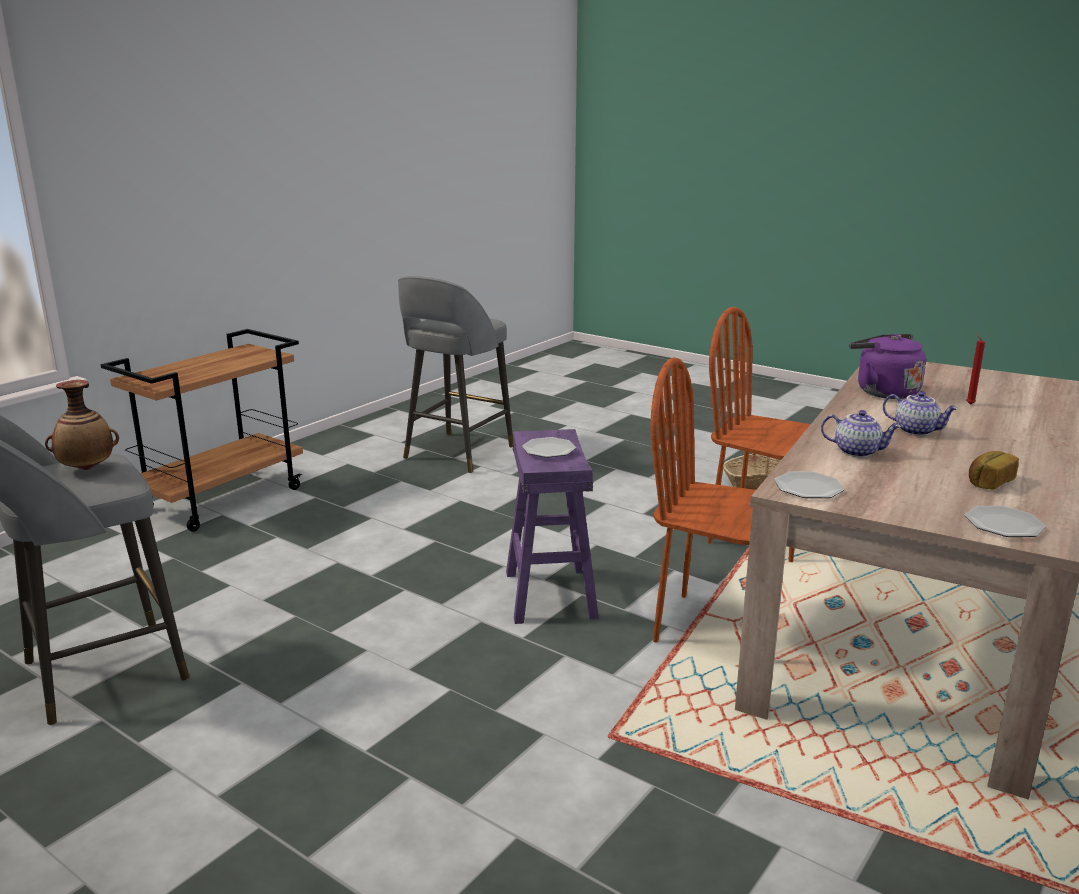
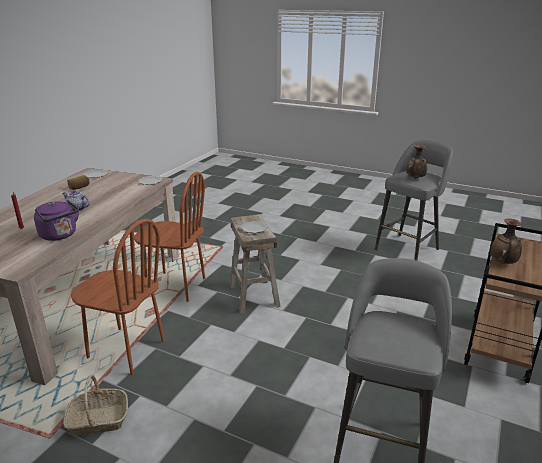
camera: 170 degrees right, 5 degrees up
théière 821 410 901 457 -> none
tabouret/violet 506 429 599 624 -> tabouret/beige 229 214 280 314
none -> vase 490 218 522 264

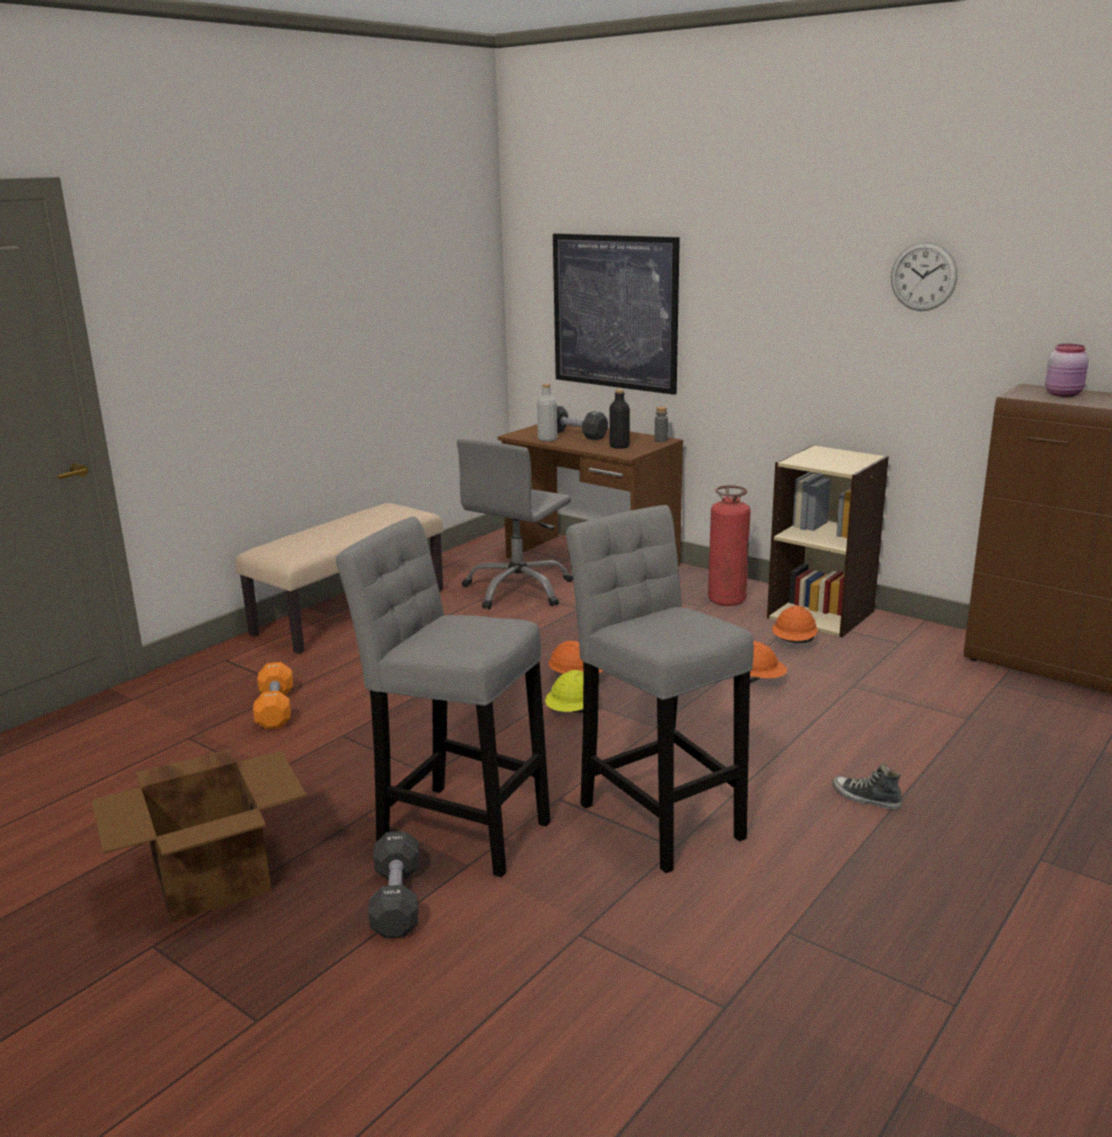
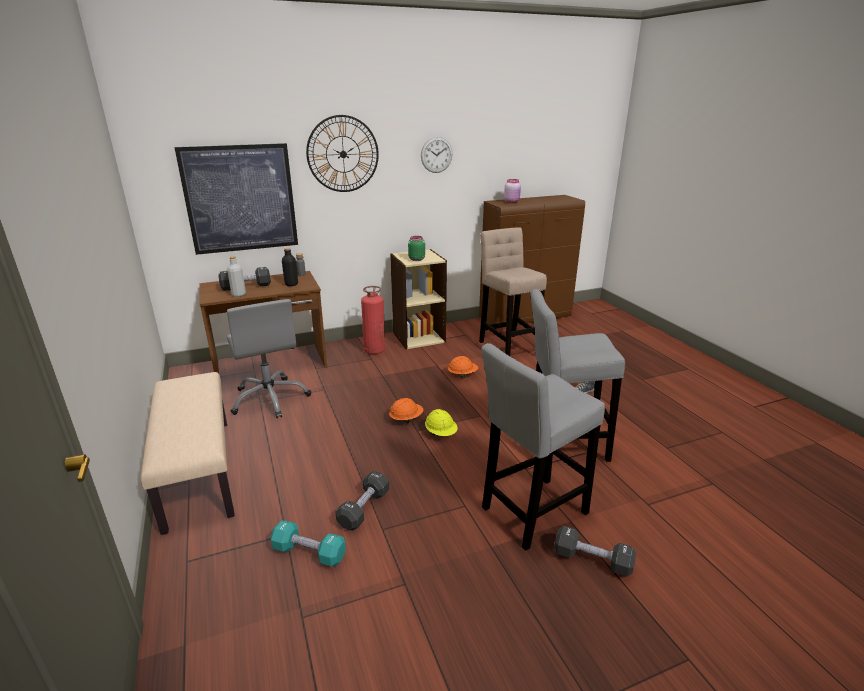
camera: 60 degrees left, 5 degrees up
casque de chantier/orange 772 606 818 643 -> none
haltère/orange 253 662 293 730 -> haltère/turquoise 271 520 346 566
carton 91 749 307 923 -> none
none -> horloge murale 306 115 379 192
none -> tabouret/beige 479 227 547 356
none -> bocal/vert 408 236 425 261
none -> haltère/noir 335 471 389 531

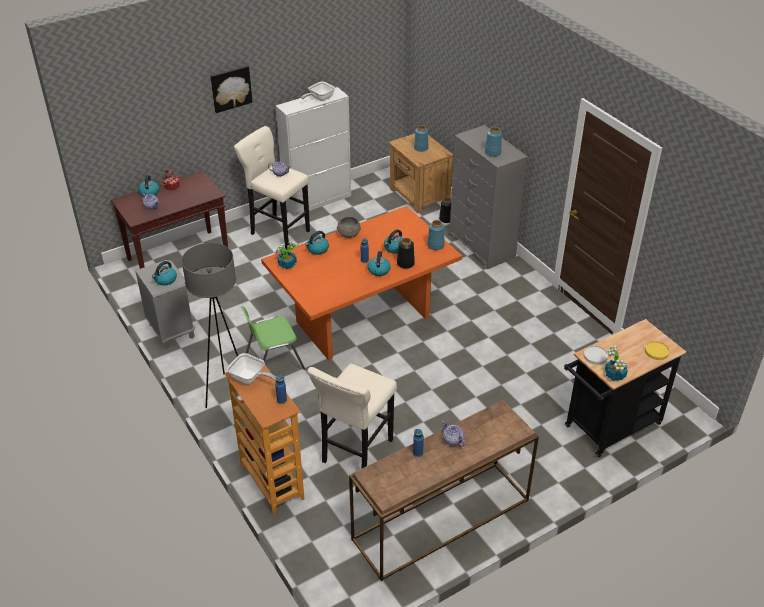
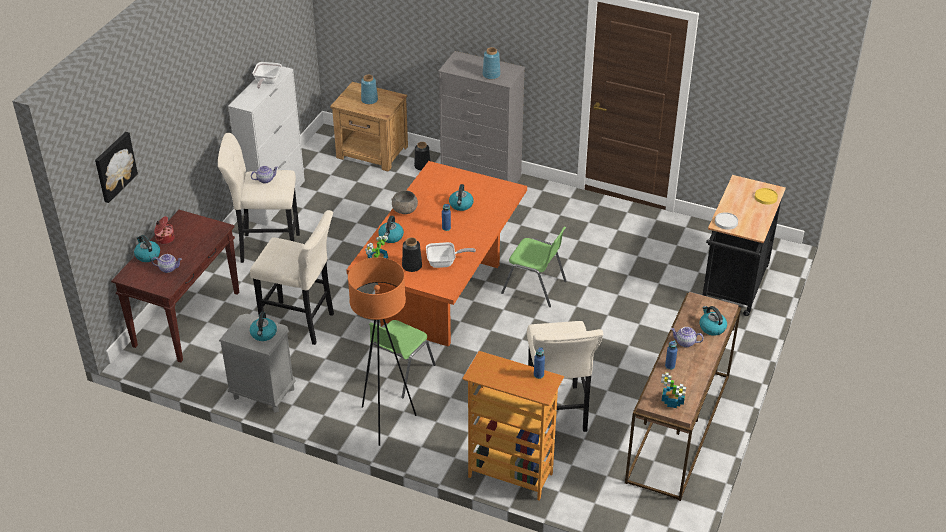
camera: 35 degrees left, 0 degrees up
tableau 210 65 253 113 -> tableau 95 132 138 203, relocated
vase/bleu 427 220 445 250 -> none
vase/noir 397 238 415 268 -> vase/noir 402 237 422 272, relocated
lampadaire/gris 181 243 238 408 -> lampadaire/orange 348 257 417 446
bouilloire 368 251 391 276 -> bouilloire 700 306 727 336, relocated
plante en pot 605 345 628 381 -> plante en pot 661 372 686 408, relocated
poêle 227 353 277 384 -> poêle 426 242 476 268, relocated
none -> tabouret/beige 250 210 334 345
none -> chaise/vert 501 226 567 307

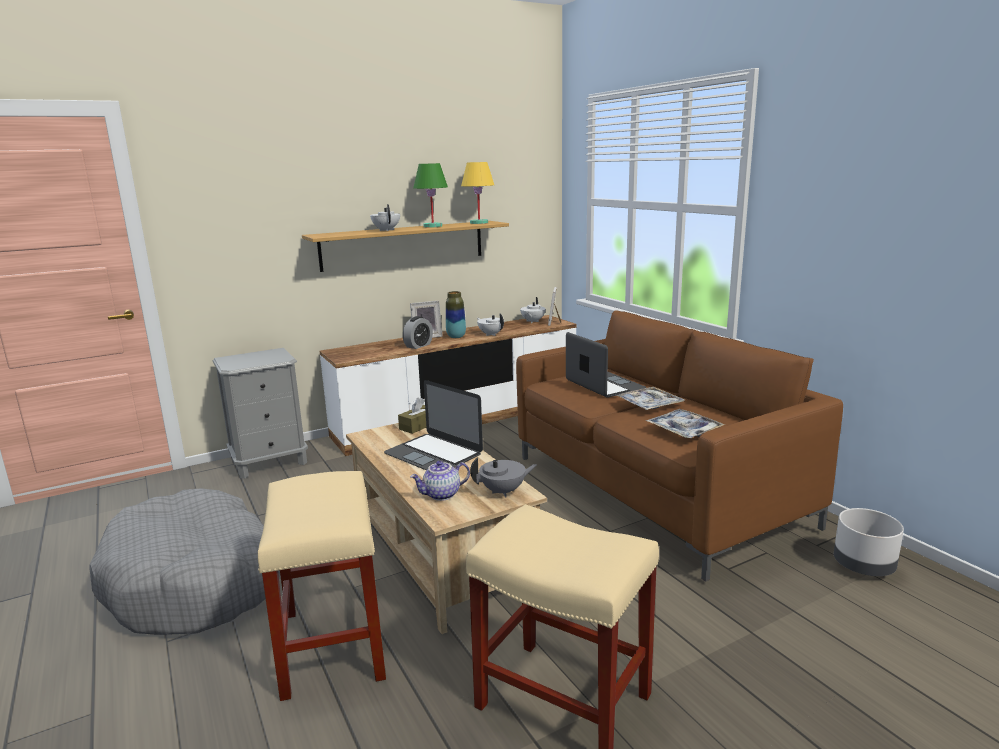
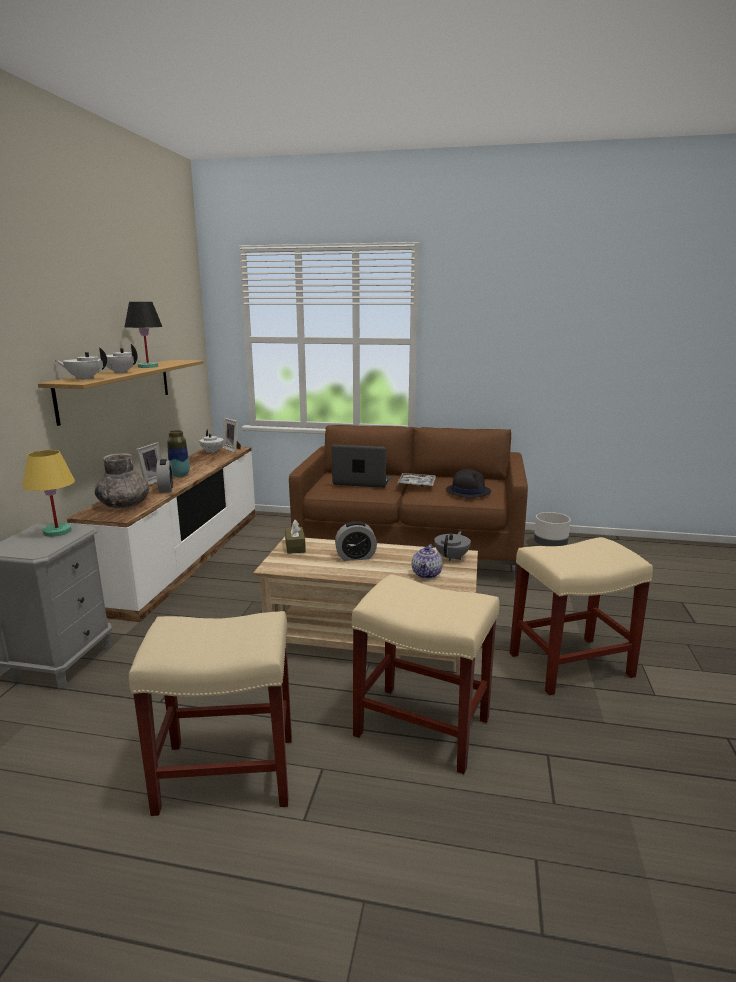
camera: 50 degrees left, 0 degrees up
lampe de table/jaune 461 162 494 224 -> lampe de table/jaune 22 450 75 537, relocated
lampe de table/vert 413 163 448 228 -> lampe de table/noir 124 302 162 368
théière/blanc 477 313 504 336 -> théière/blanc 55 347 107 380, relocated
ordinateur portable 384 380 483 470 -> réveil 335 521 377 561
plateau 646 409 725 438 -> chapeau/noir 446 469 491 499
panier pour chien/gris 89 488 280 635 -> tabouret/beige 129 611 292 816
none -> vase/gris 95 453 149 508

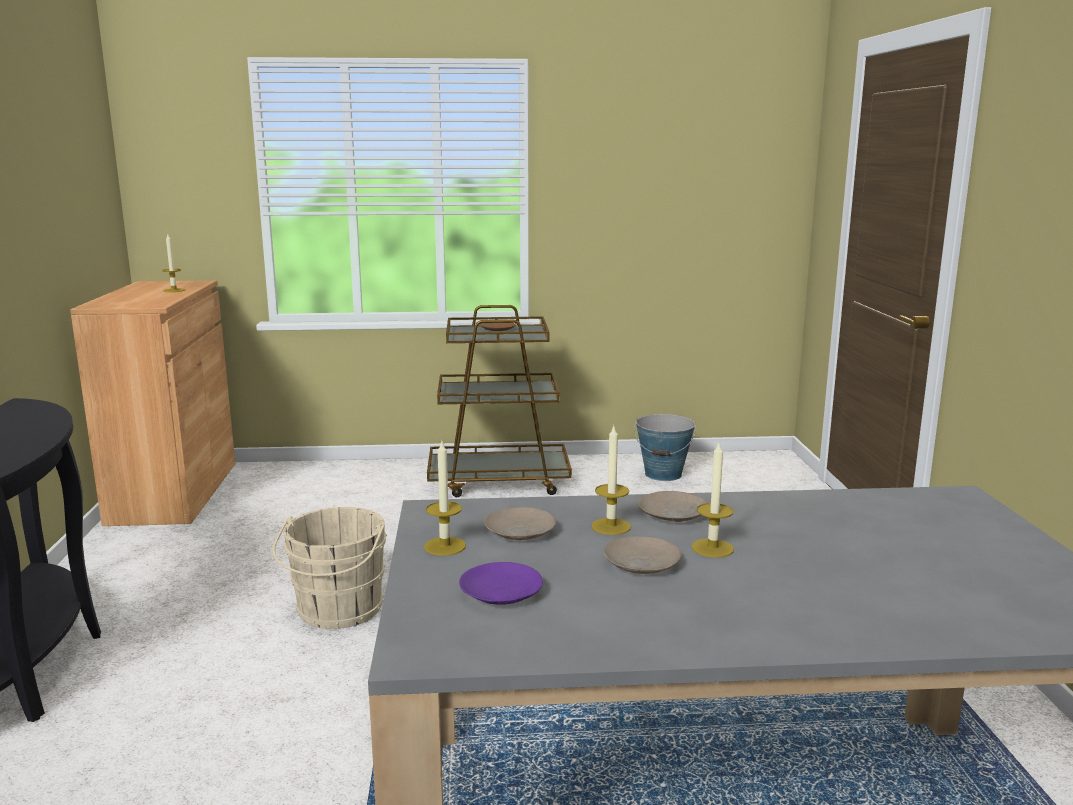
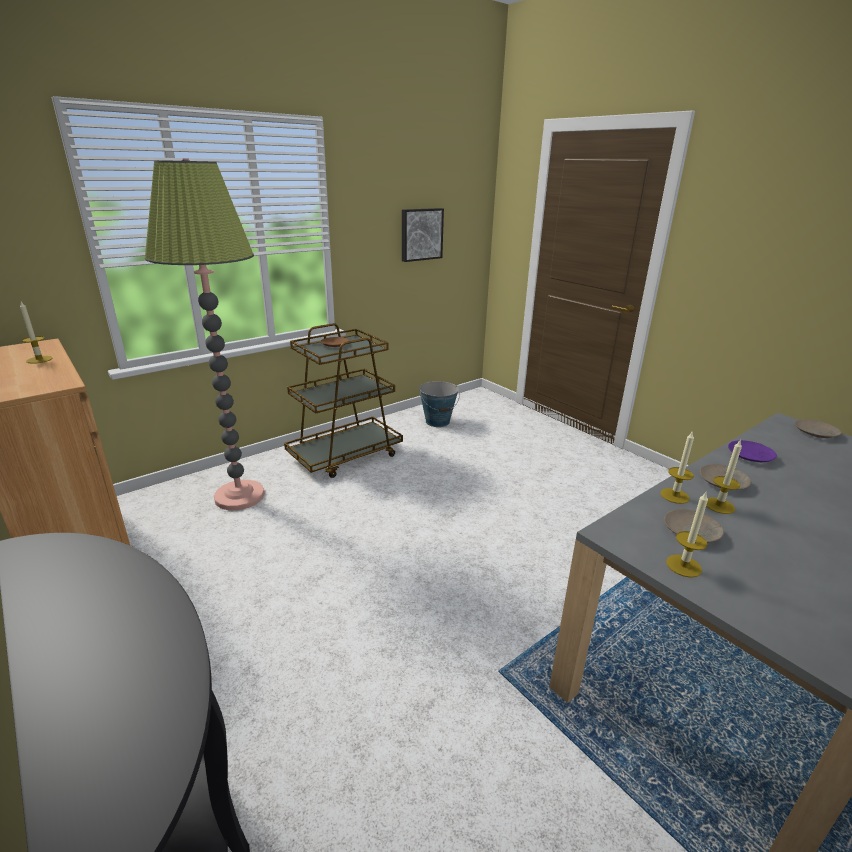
camera: 35 degrees left, 10 degrees up
bougie 691 443 734 558 -> bougie 660 432 694 504, relocated
seau/beige 272 507 387 629 -> none
assiette/beige 604 536 681 574 -> assiette/beige 794 419 842 438, relocated
assiette/violet 459 562 543 605 -> assiette/violet 728 440 777 462, relocated
none -> lampadaire 145 158 265 510
none -> tableau 402 208 444 262

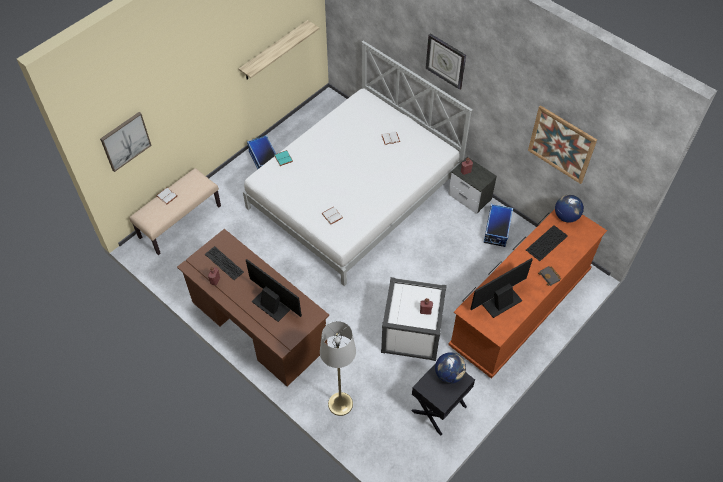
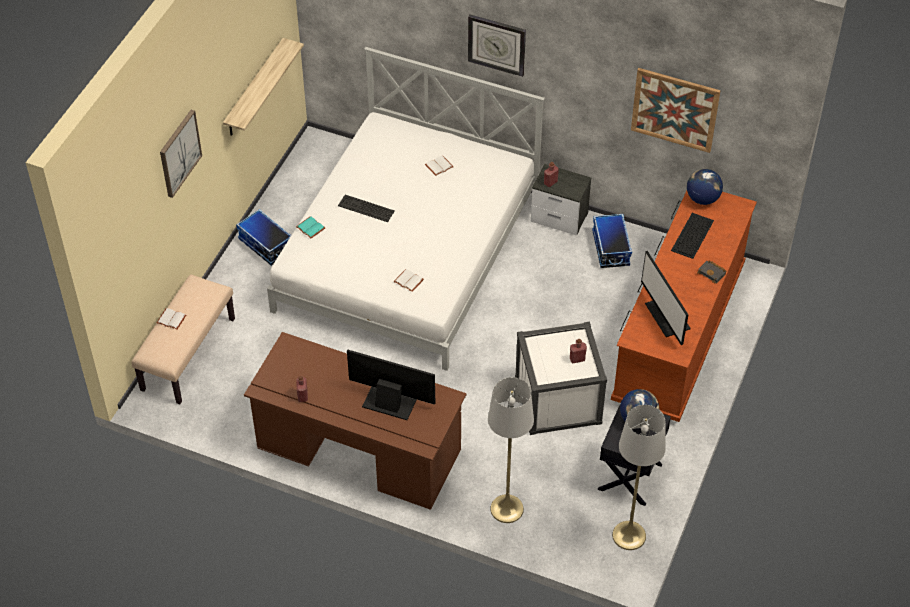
camera: 20 degrees left, 5 degrees down
tableau 100 112 152 172 -> tableau 160 110 202 198, relocated
clavier 205 246 244 280 -> clavier 338 195 395 222, relocated
écran d'ordinateur 470 258 533 318 -> écran d'ordinateur 641 251 691 345, 60 degrees counterclockwise
none -> lampadaire/gris 612 405 666 550

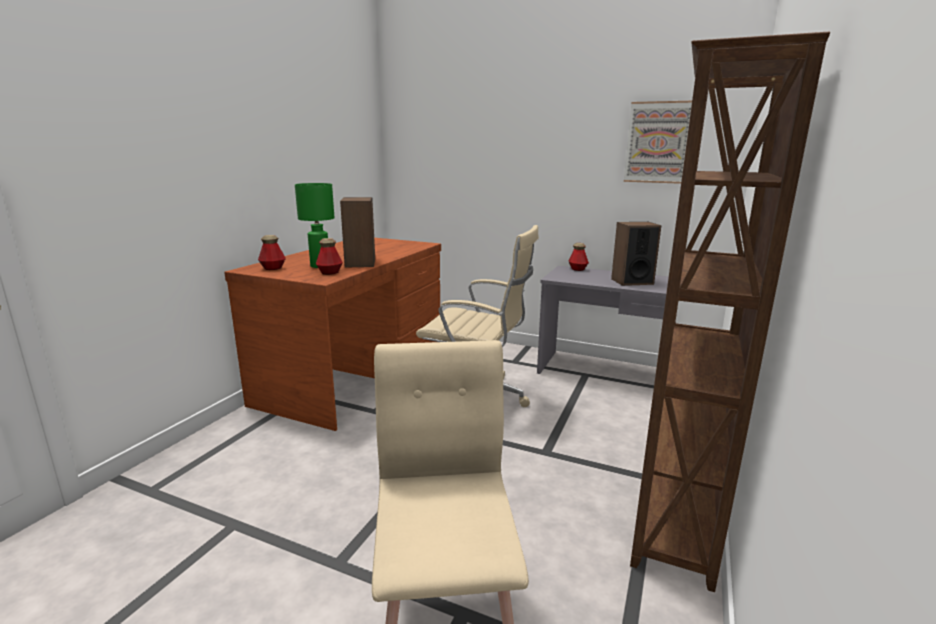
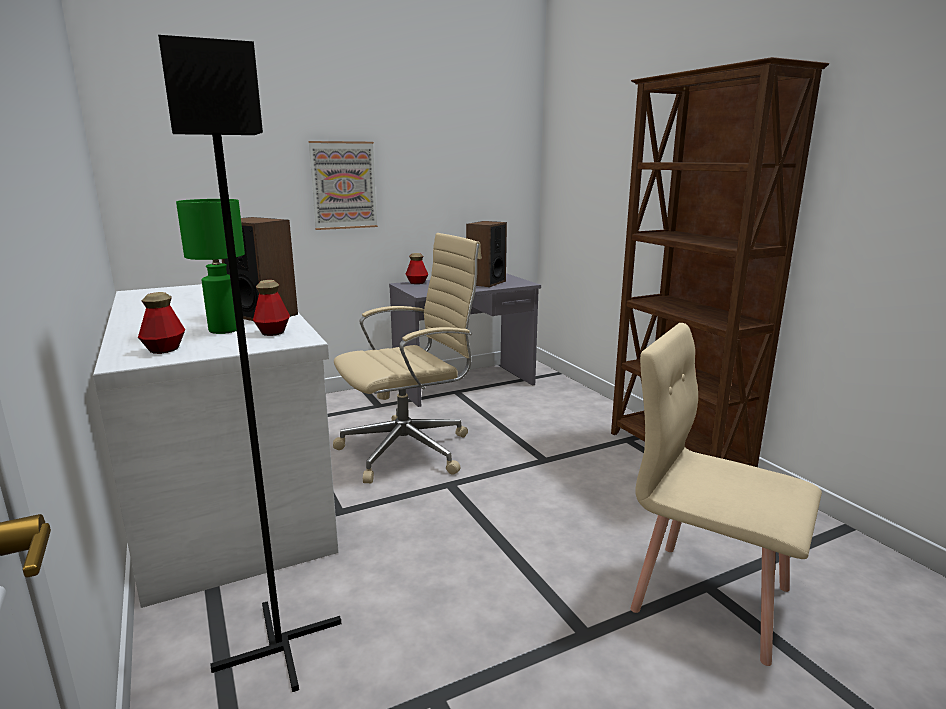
camera: 50 degrees left, 0 degrees up
tableau 624 101 692 184 -> tableau 308 141 378 230, relocated
bureau/marron 224 238 441 431 -> bureau/blanc 93 284 338 608
none -> lampadaire/noir 158 35 341 692

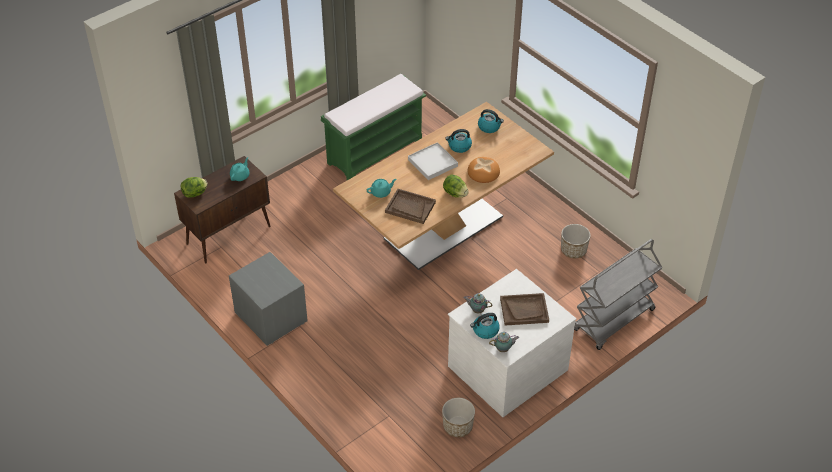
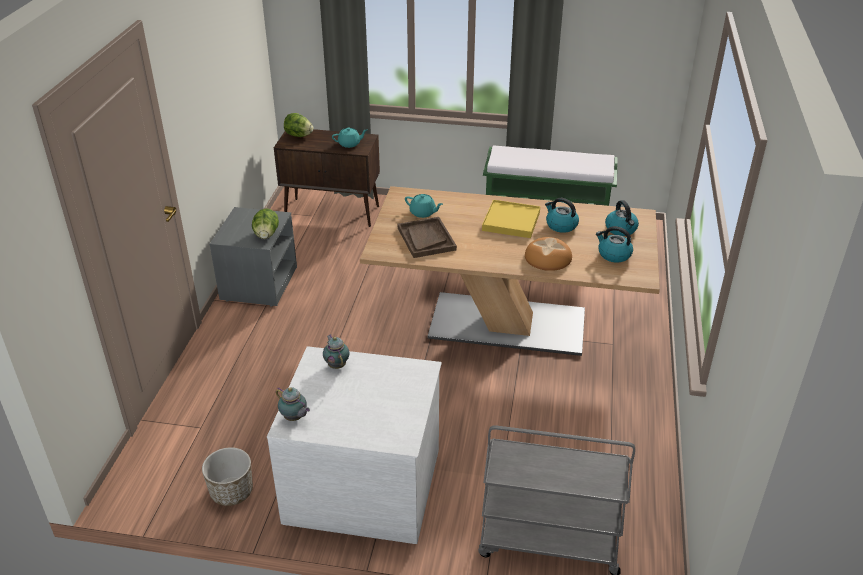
camera: 50 degrees right, 10 degrees down
plateau/blanc 408 142 458 180 -> plateau/jaune 482 200 540 238
laitue 443 175 469 198 -> laitue 252 208 279 239, relocated
cache-pot 561 224 591 258 -> none
plateau/marron 500 293 549 326 -> none
bouilloire 470 313 500 339 -> bouilloire 596 226 633 263, relocated

